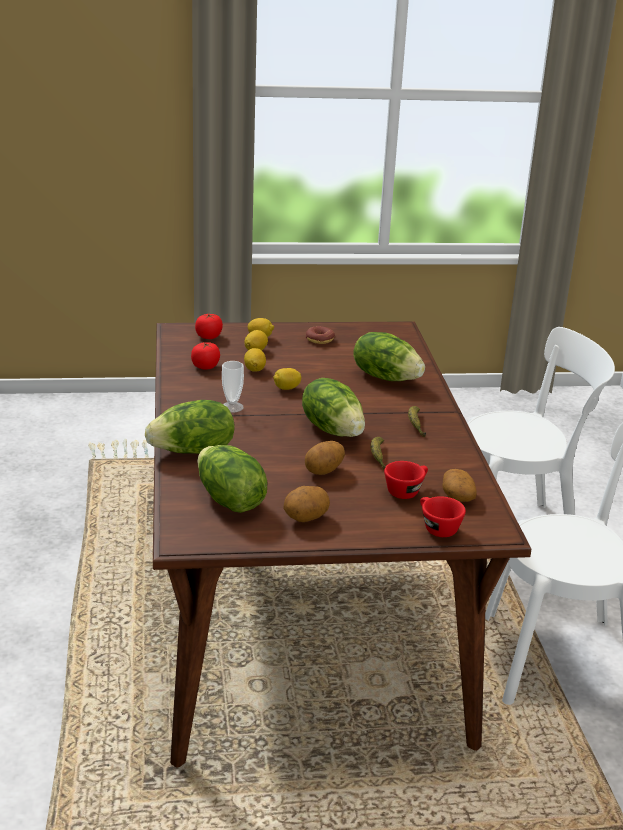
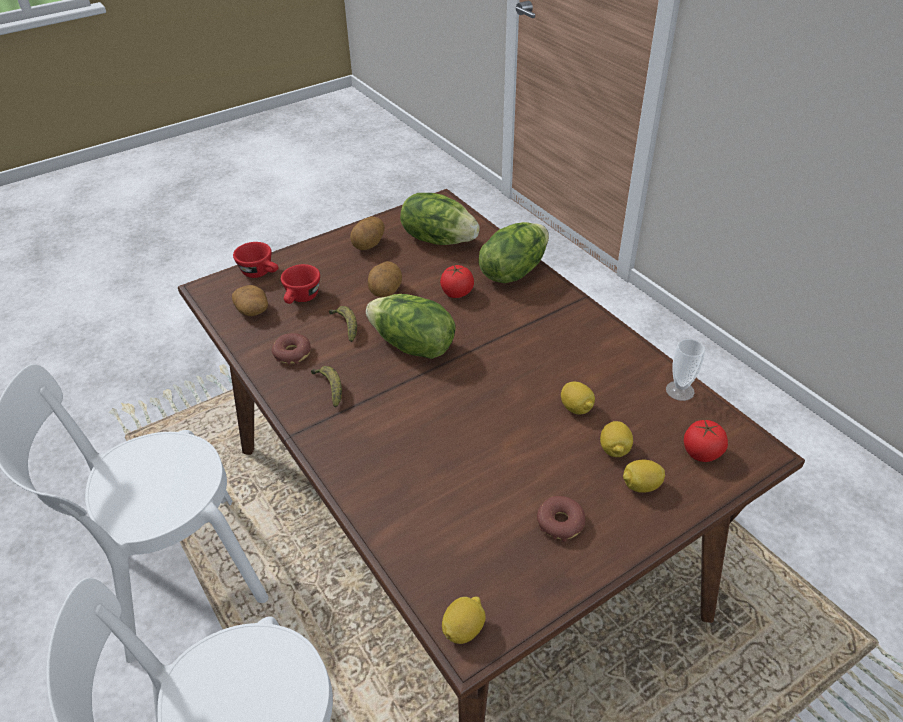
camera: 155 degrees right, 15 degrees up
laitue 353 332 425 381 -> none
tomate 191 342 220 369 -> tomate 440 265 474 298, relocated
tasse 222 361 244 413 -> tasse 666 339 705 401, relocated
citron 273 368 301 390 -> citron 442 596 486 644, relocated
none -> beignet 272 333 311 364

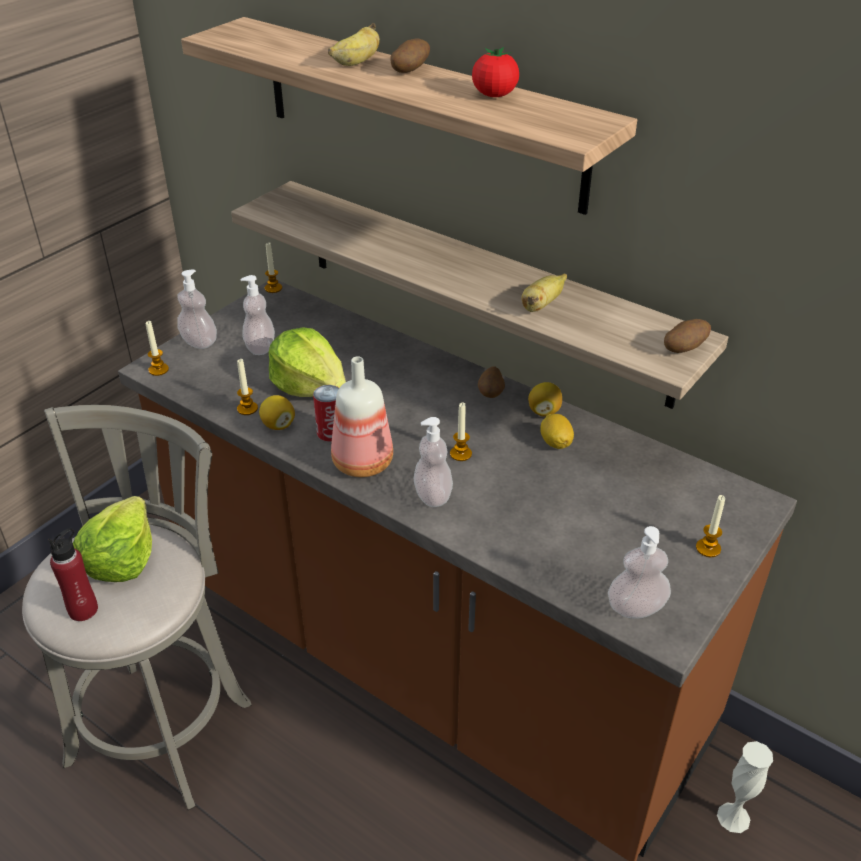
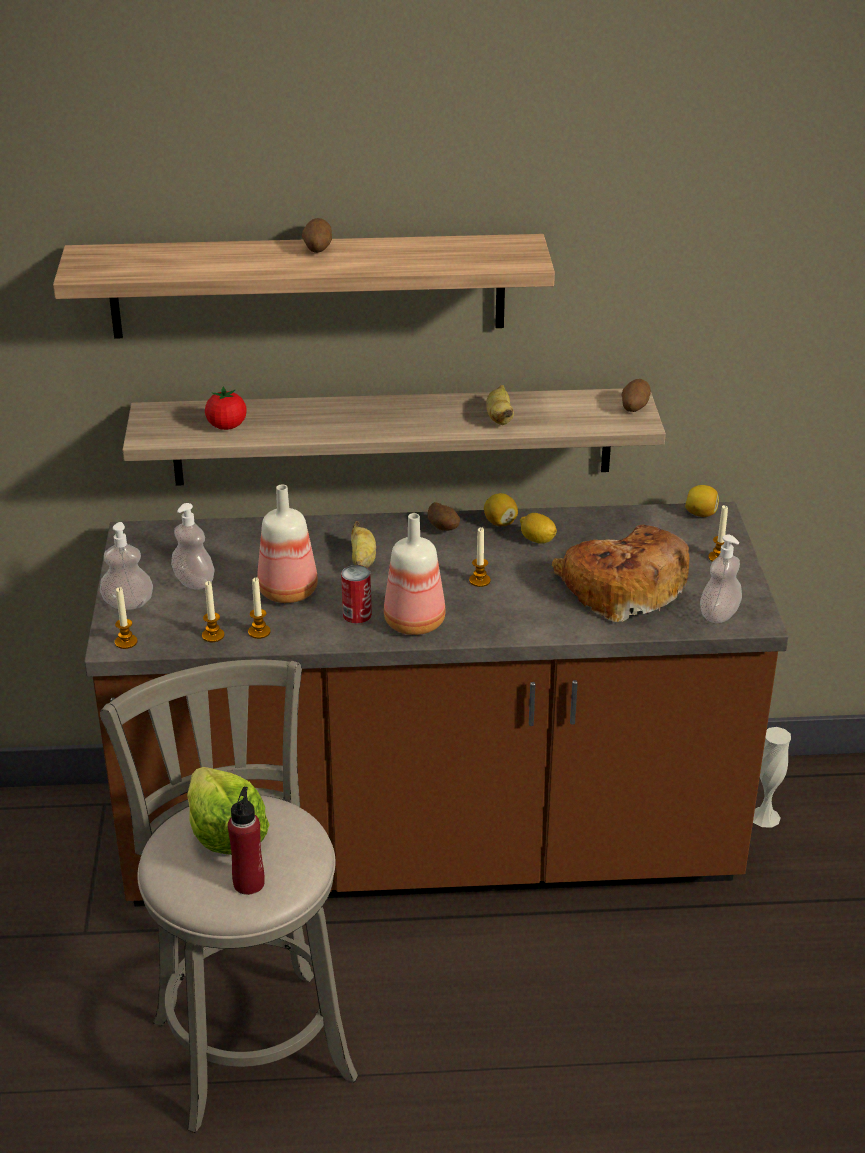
camera: 40 degrees left, 5 degrees down
banane 328 23 380 66 -> banane 351 521 376 568, relocated
tomate 472 47 519 97 -> tomate 205 387 247 430, relocated
bougie 265 242 282 293 -> bougie 202 581 225 642, relocated
laitue 269 327 346 397 -> bouteille 257 485 318 603
citron 259 395 295 430 -> citron 685 485 719 517, relocated
distributeur de savon 414 417 453 507 -> none
none -> pain 552 525 690 622

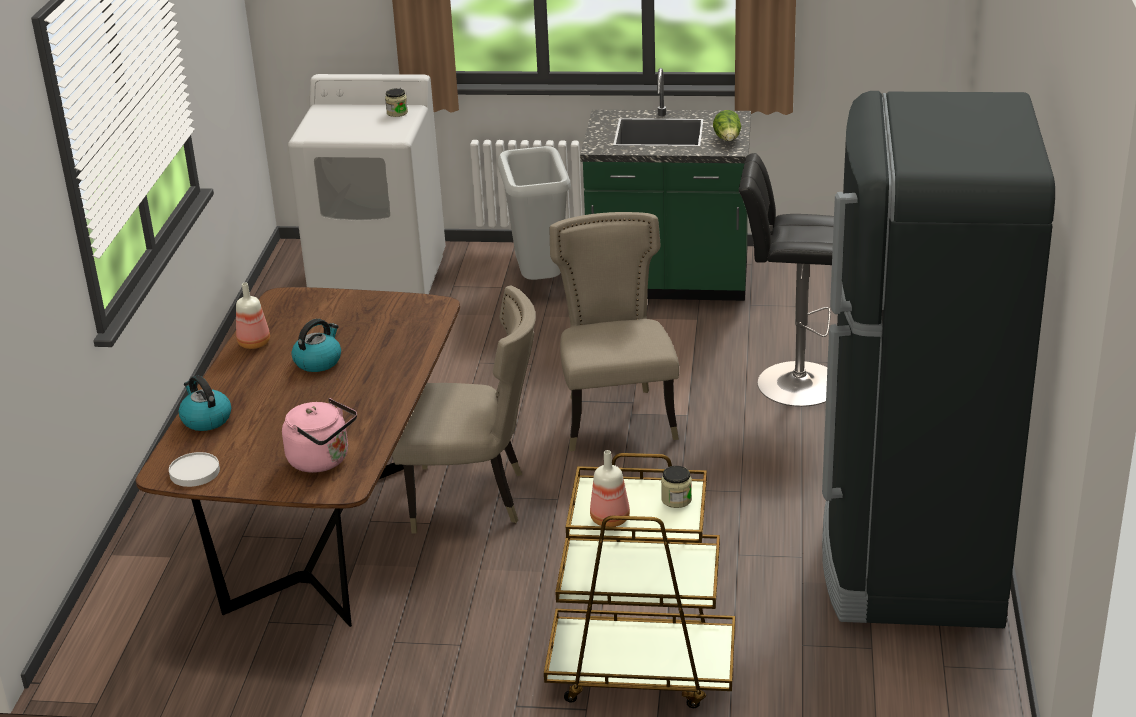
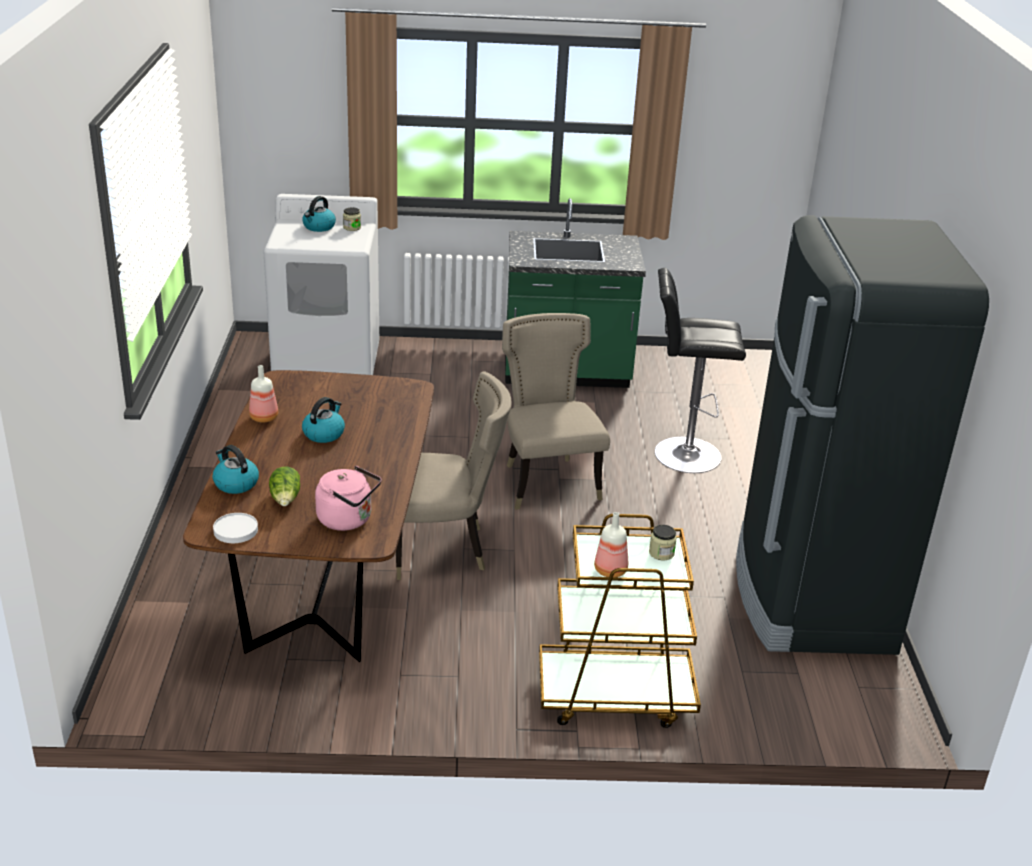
camera: 10 degrees left, 0 degrees up
laitue 713 110 741 141 -> laitue 269 467 300 506, relocated
poubelle/gris 498 146 571 280 -> none
none -> bouilloire 302 196 336 232

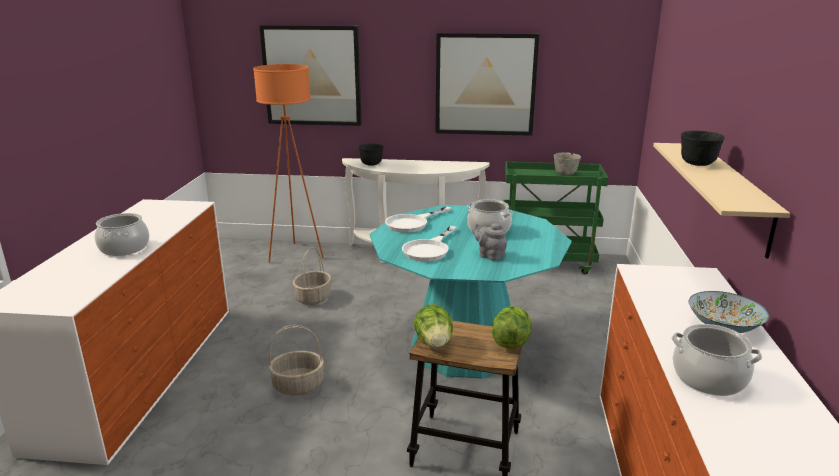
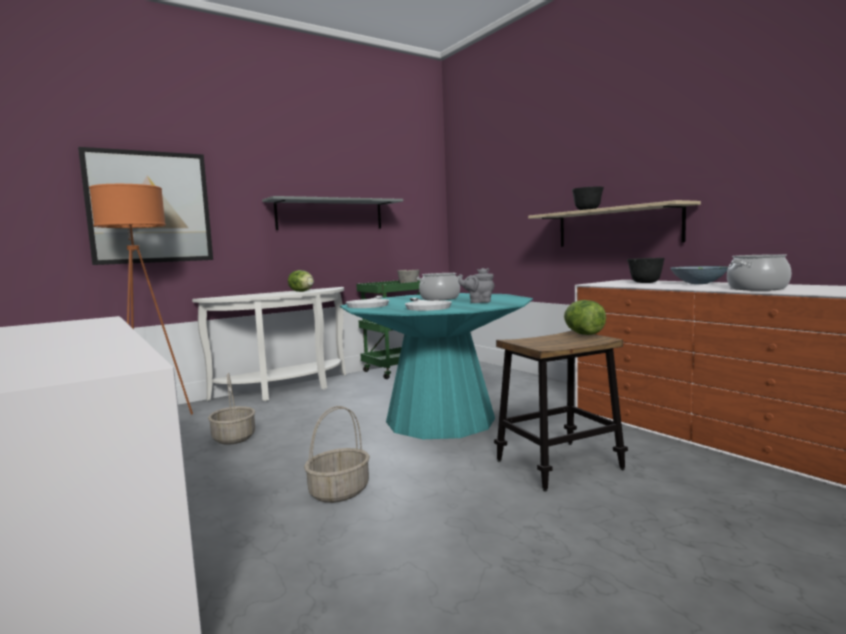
camera: 40 degrees left, 15 degrees down
tableau 435 33 539 136 -> étagère/gris 262 196 403 230
bol/noir 358 143 384 166 -> bol/noir 627 258 665 283, relocated
marmite 94 213 149 256 -> none
laitue 414 304 453 348 -> laitue 288 270 314 292, relocated

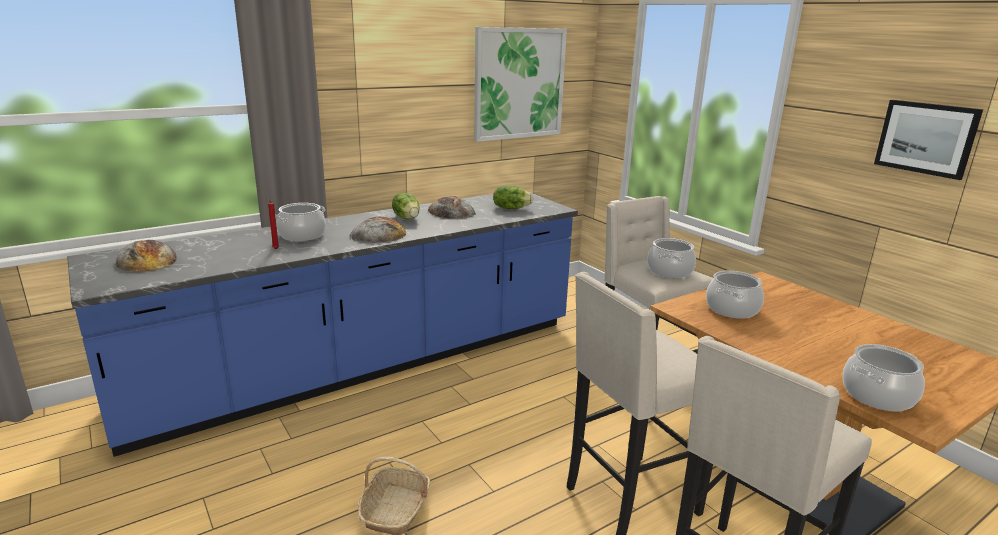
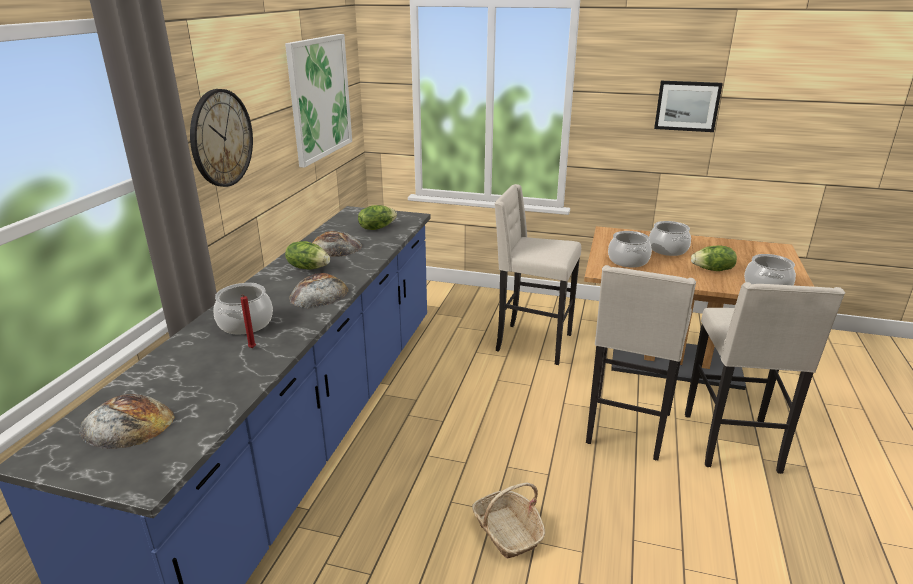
camera: 40 degrees left, 5 degrees up
marmite 647 238 696 278 -> marmite 649 221 691 256, relocated
none -> horloge murale 190 89 253 187
none -> laitue 691 246 737 271

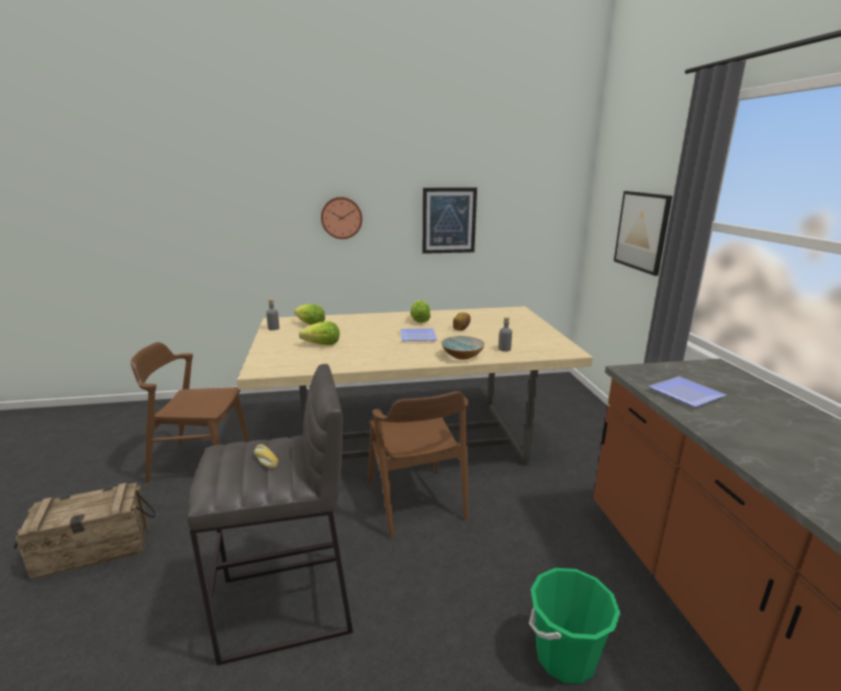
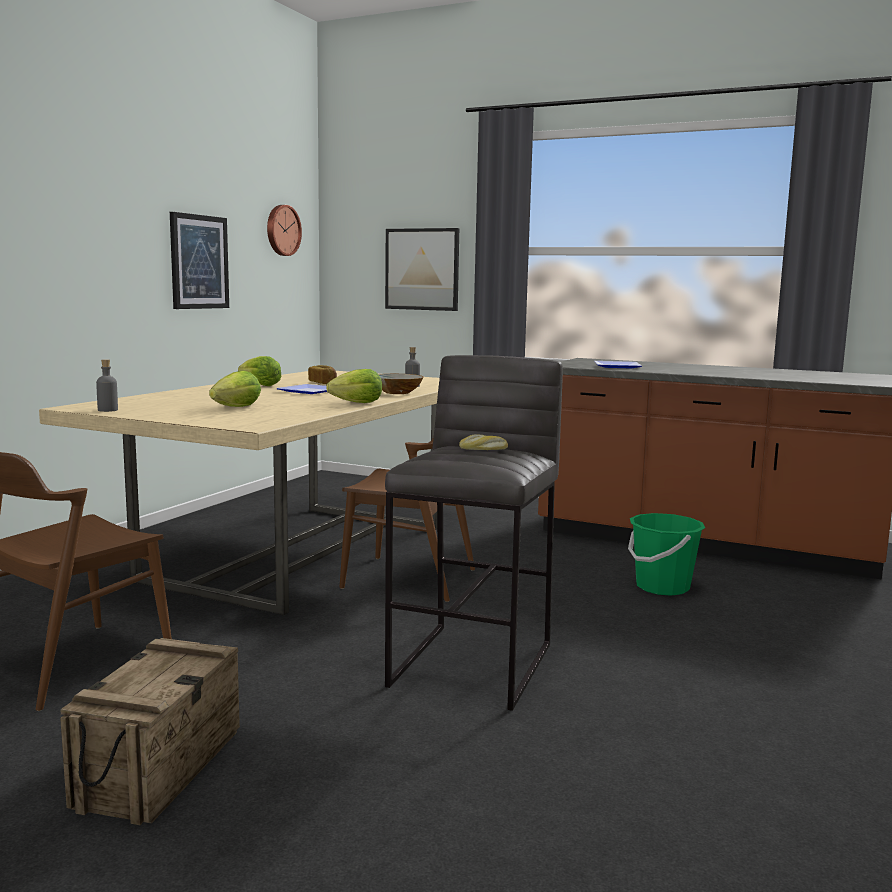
camera: 55 degrees left, 10 degrees down
horloge murale 321 197 362 239 -> horloge murale 267 205 302 256, relocated
laitue 294 304 325 325 -> laitue 326 369 382 403, relocated

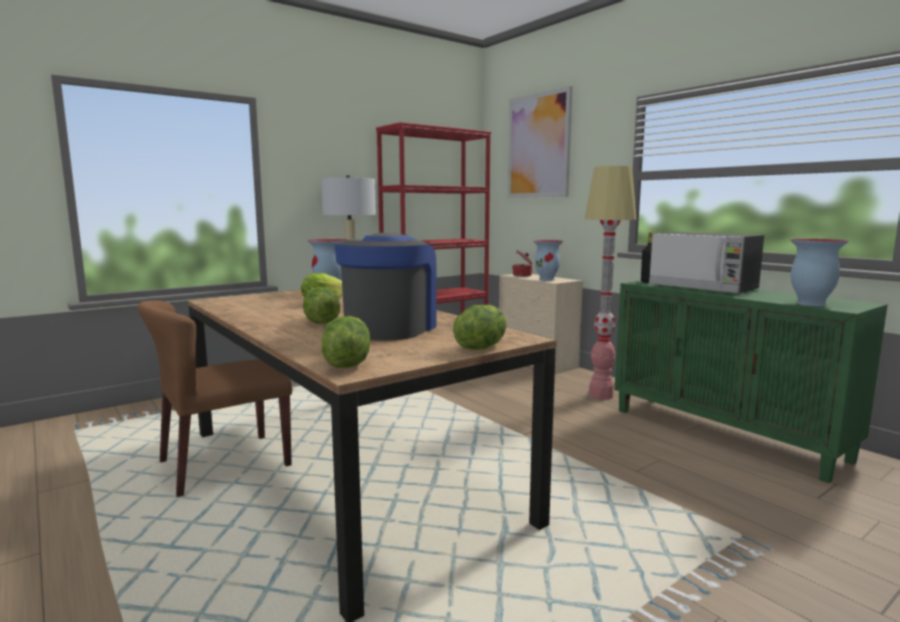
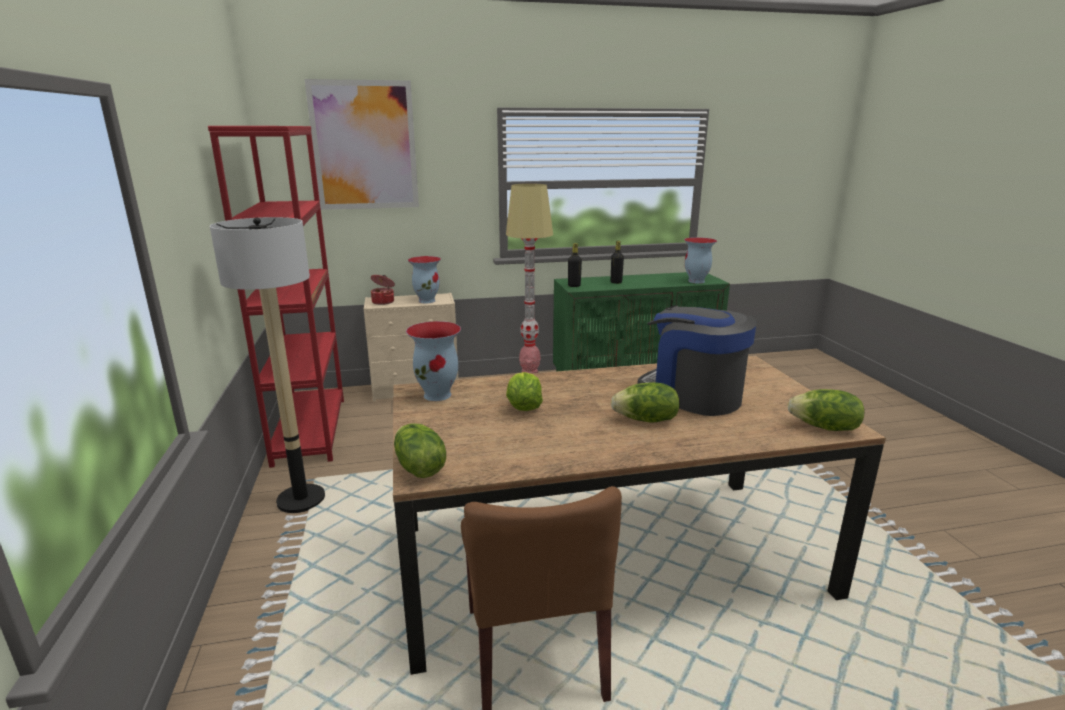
camera: 65 degrees left, 10 degrees up
micro-ondes 649 232 764 294 -> bouteille/noir 611 241 624 284
laitue 453 305 506 350 -> laitue 394 424 446 478, relocated

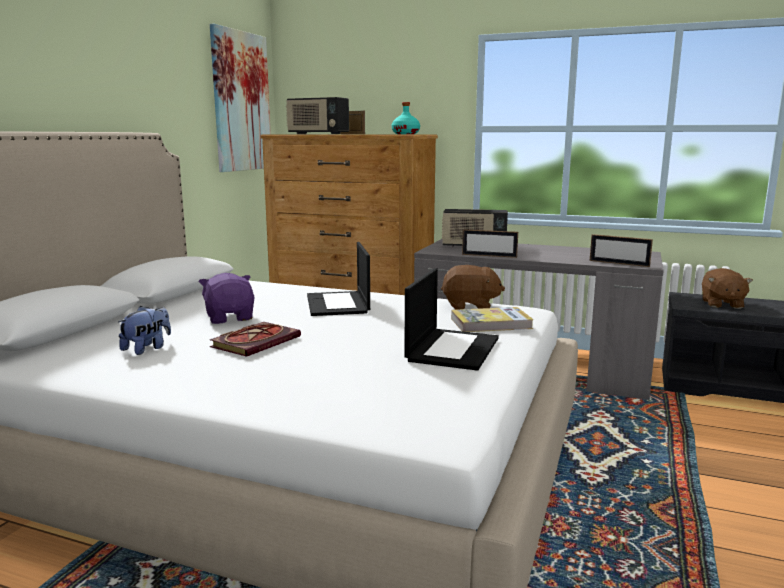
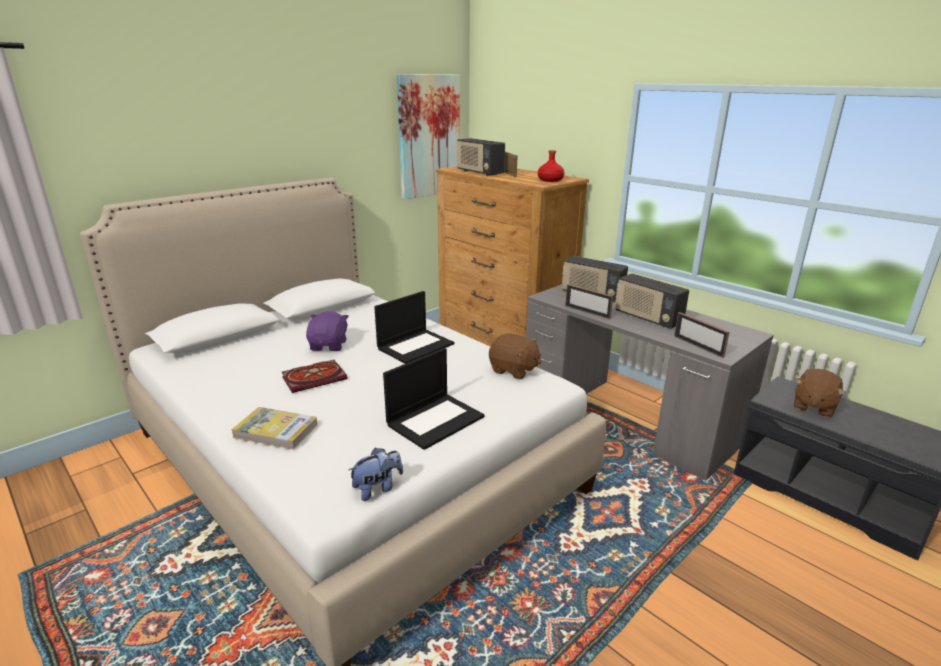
camera: 25 degrees right, 10 degrees up
bouteille/turquoise 392 102 420 134 -> bouteille/rouge 538 150 565 182
ordinateur portable 307 242 370 316 -> ordinateur portable 374 291 454 364, 150 degrees counterclockwise
peluche 119 306 171 355 -> peluche 349 448 403 501, relocated
livre 451 307 534 332 -> livre 231 407 317 450, relocated
none -> radio 615 273 689 329

